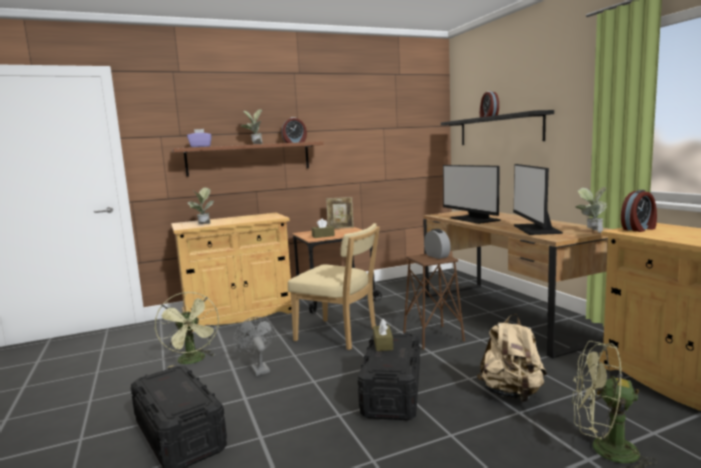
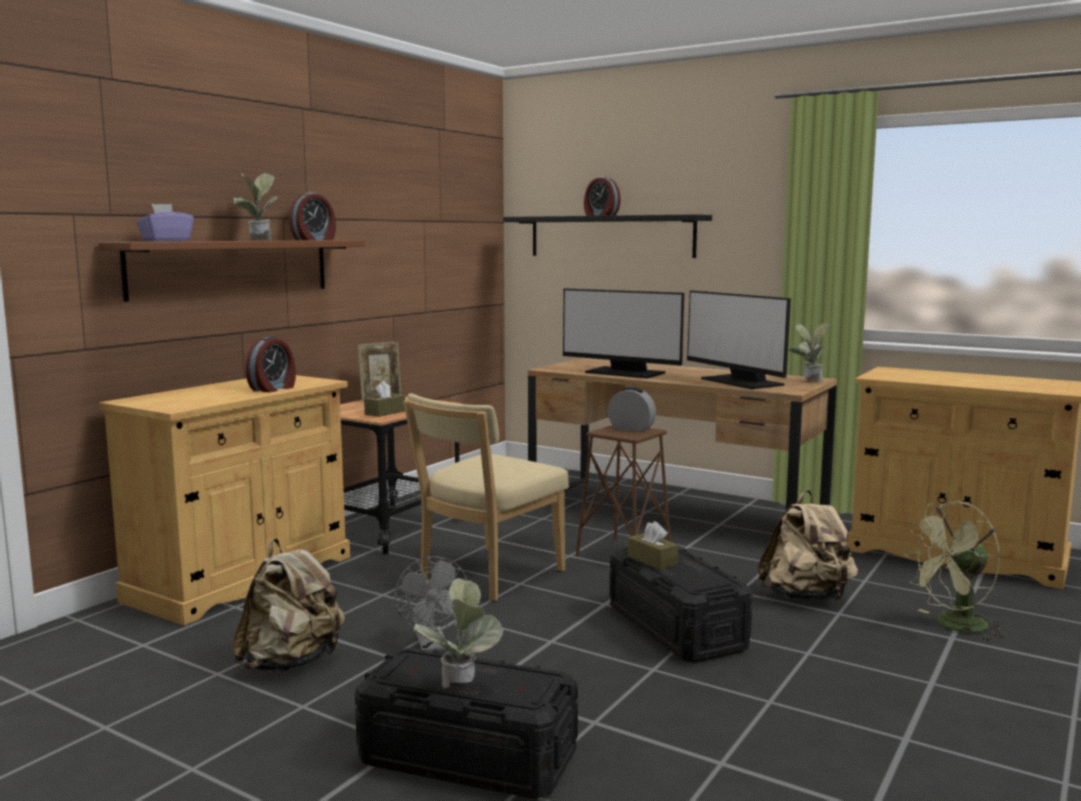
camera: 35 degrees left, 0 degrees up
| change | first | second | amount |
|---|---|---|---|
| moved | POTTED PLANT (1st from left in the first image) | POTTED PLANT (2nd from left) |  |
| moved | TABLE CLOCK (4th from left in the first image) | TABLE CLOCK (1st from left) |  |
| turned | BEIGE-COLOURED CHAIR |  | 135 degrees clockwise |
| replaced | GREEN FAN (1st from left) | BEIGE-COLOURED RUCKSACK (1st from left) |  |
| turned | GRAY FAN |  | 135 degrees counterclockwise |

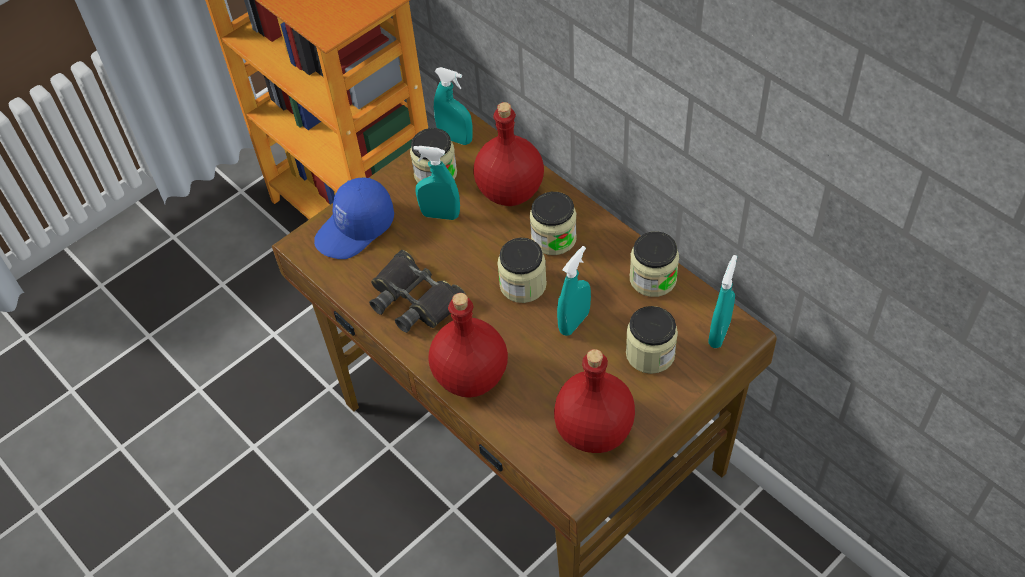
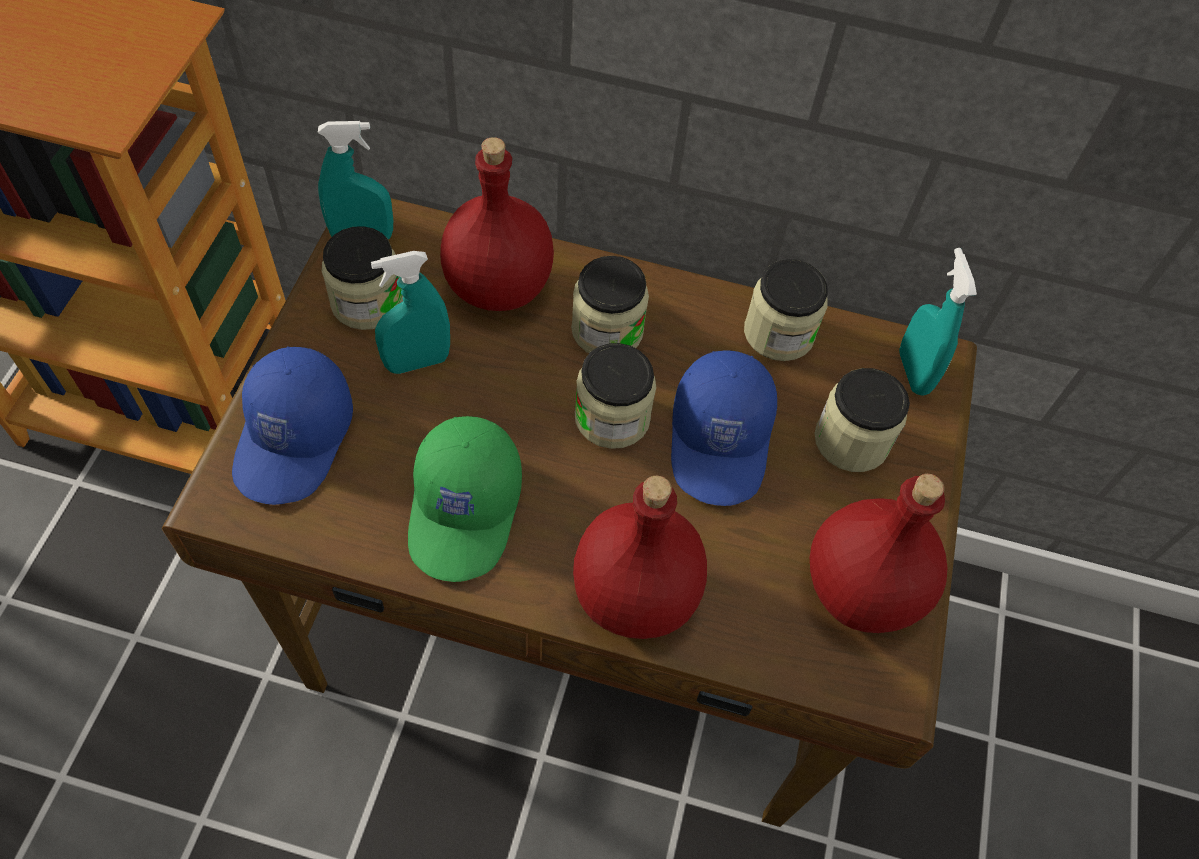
camera: 40 degrees left, 5 degrees up
| change | first | second | amount |
|---|---|---|---|
| replaced | TURQUOISE SPRAY BOTTLE (3rd from left) | BLUE-COLOURED BASEBALL CAP (2nd from left) |  |
| replaced | BLACK-COLOURED FIELD GLASSES | GREEN BASEBALL CAP |  |

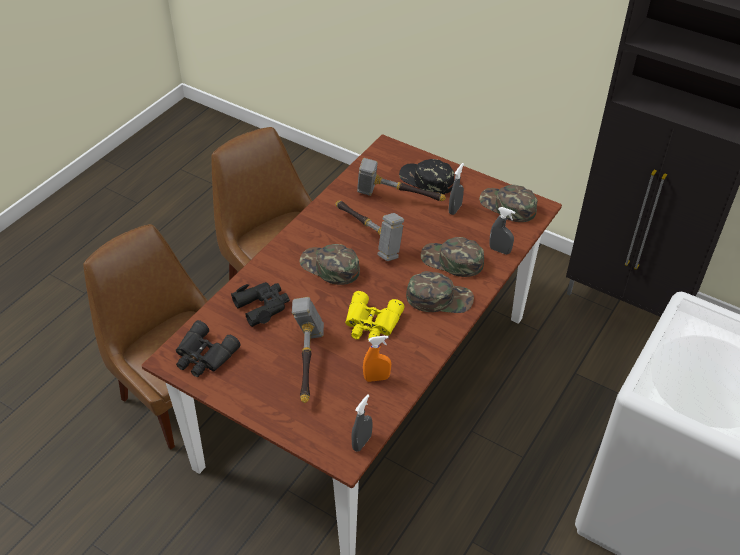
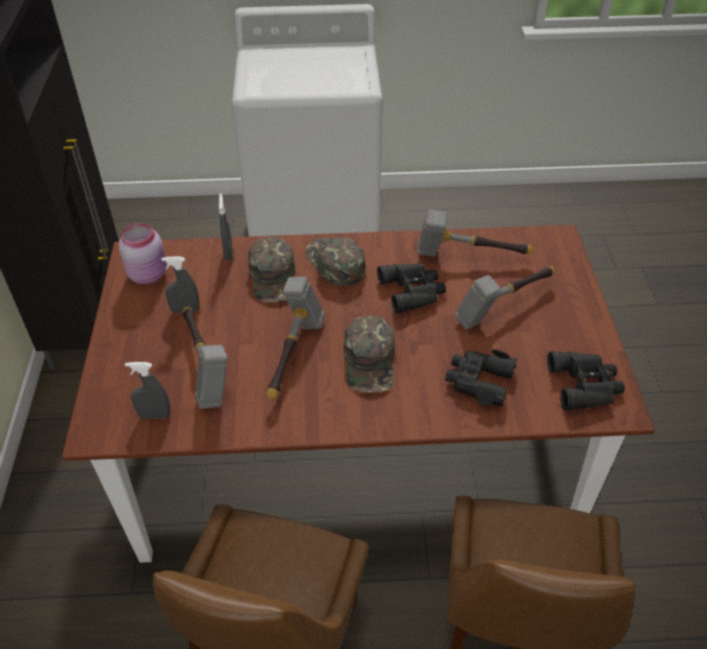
camera: 125 degrees left, 0 degrees up
| change | first | second | amount |
|---|---|---|---|
| removed | BLACK-COLOURED BASEBALL CAP |  |  |
| replaced | GREEN BASEBALL CAP (4th from left) | PINK-COLOURED STORAGE JAR |  |
| recoloured | YELLOW-COLOURED FIELD GLASSES | BLACK-COLOURED FIELD GLASSES (1st from left) |  |
| replaced | ORANGE SPRAY BOTTLE | HAND HAMMER (3rd from left) |  |
| moved | GRAY SPRAY BOTTLE (1st from left) |  |  |

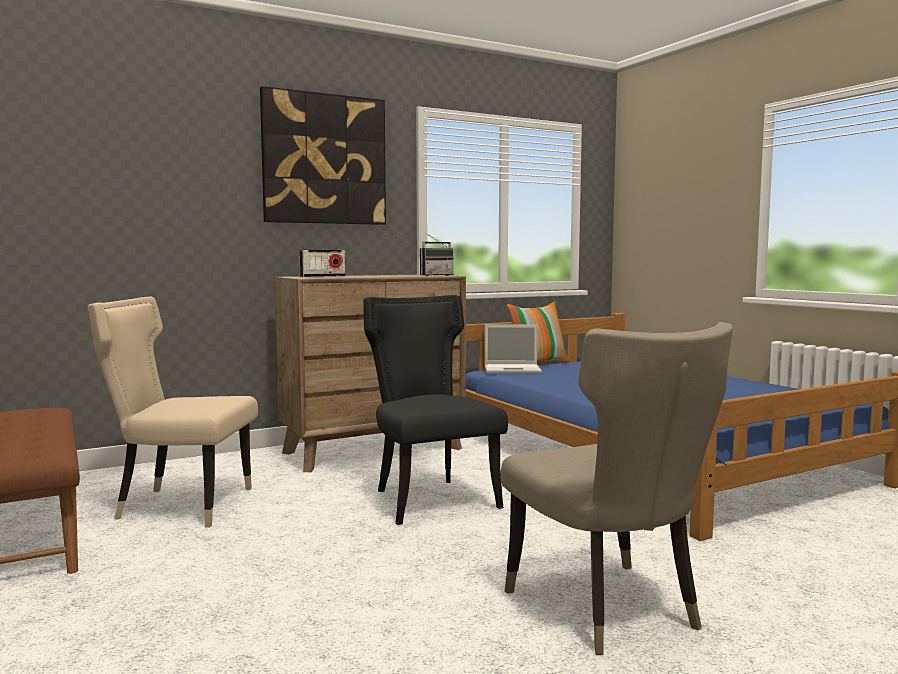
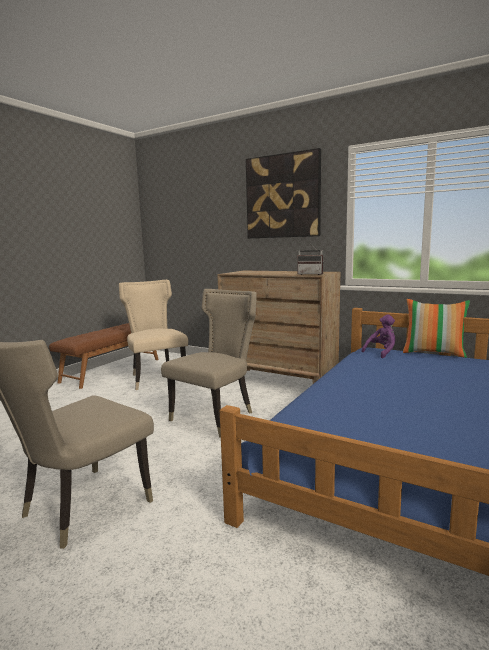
camera: 60 degrees right, 5 degrees up
| change | first | second | amount |
|---|---|---|---|
| removed | RADIO (1st from left) |  |  |
| recoloured | BLACK-COLOURED CHAIR | BEIGE-COLOURED CHAIR (3rd from left) |  |
| replaced | LAPTOP | PURPLE-COLOURED PLUSH TOY |  |

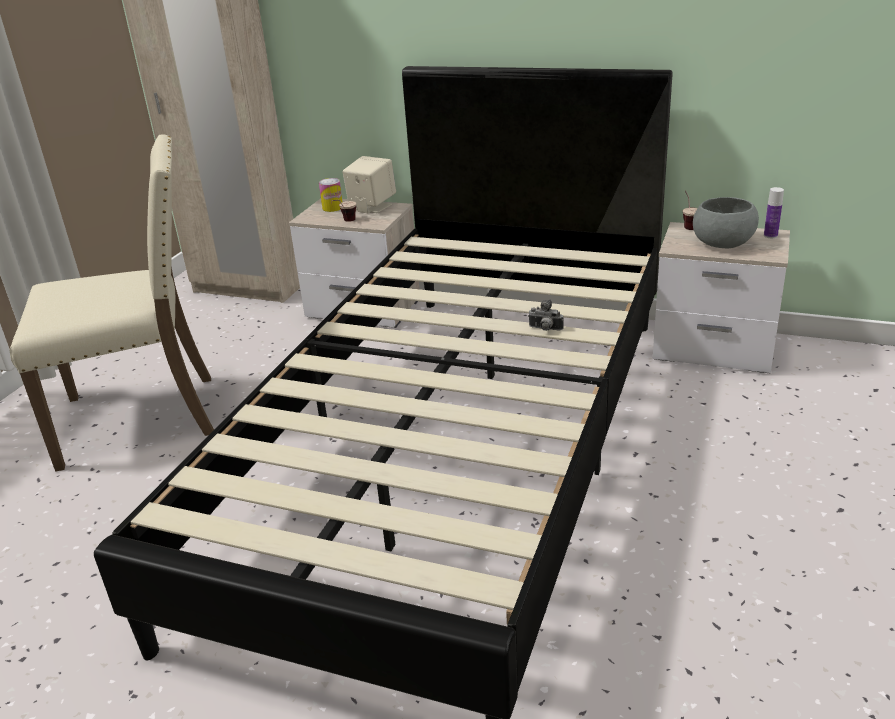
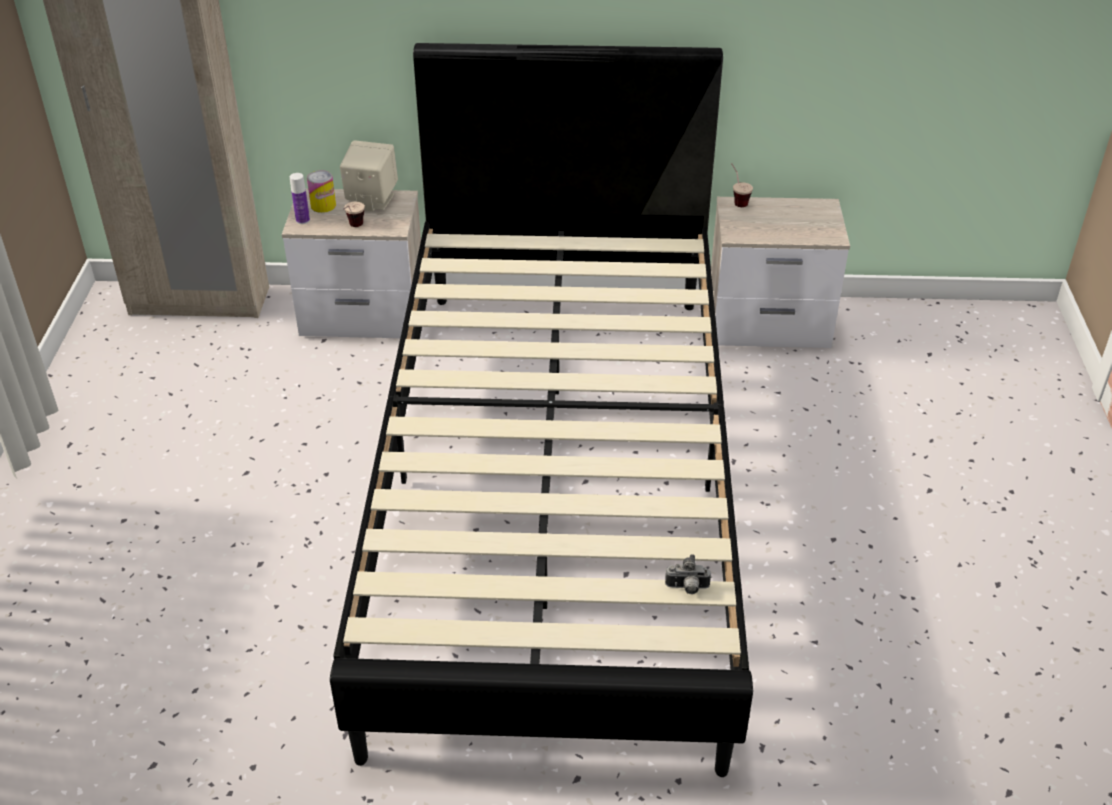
camera: 20 degrees left, 10 degrees up
| change | first | second | amount |
|---|---|---|---|
| removed | BEIGE-COLOURED CHAIR |  |  |
| moved | DRINK BOTTLE |  |  |
| removed | GRAY DEEP DISH |  |  |
| moved | PHOTO CAMERA |  |  |

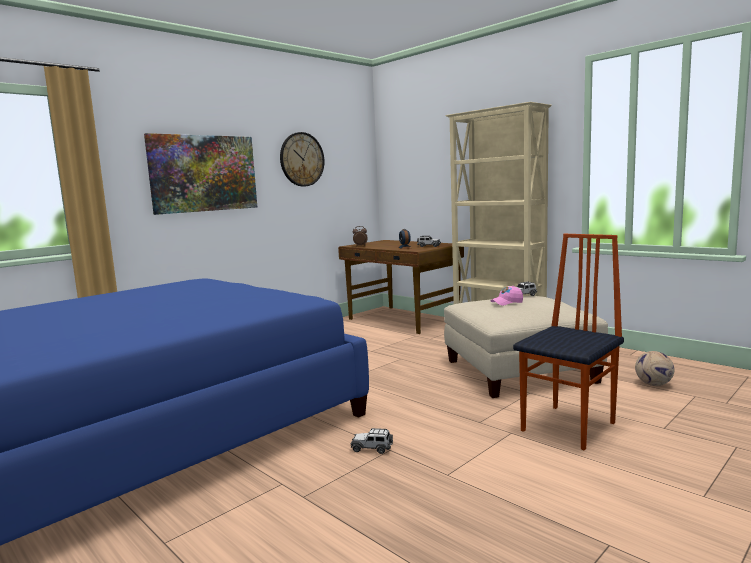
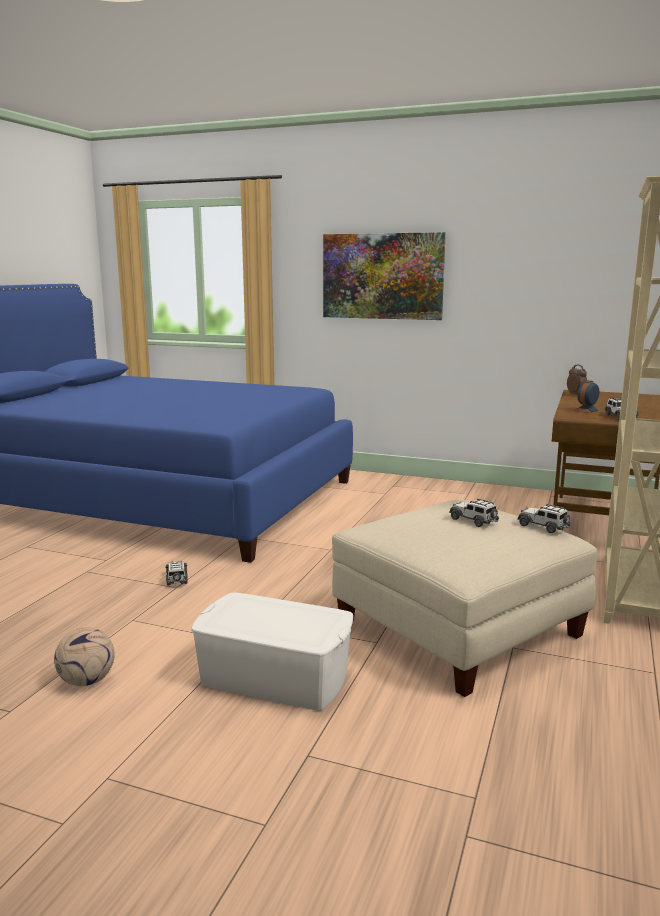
camera: 65 degrees right, 5 degrees up
| change | first | second | amount |
|---|---|---|---|
| removed | HANGING CLOCK |  |  |
| replaced | CHAIR | WHITE STORAGE BIN |  |
| replaced | PINK-COLOURED BASEBALL CAP | TOY CAR (2nd from left) |  |
| moved | BALL FOR FOOTBALL |  |  |

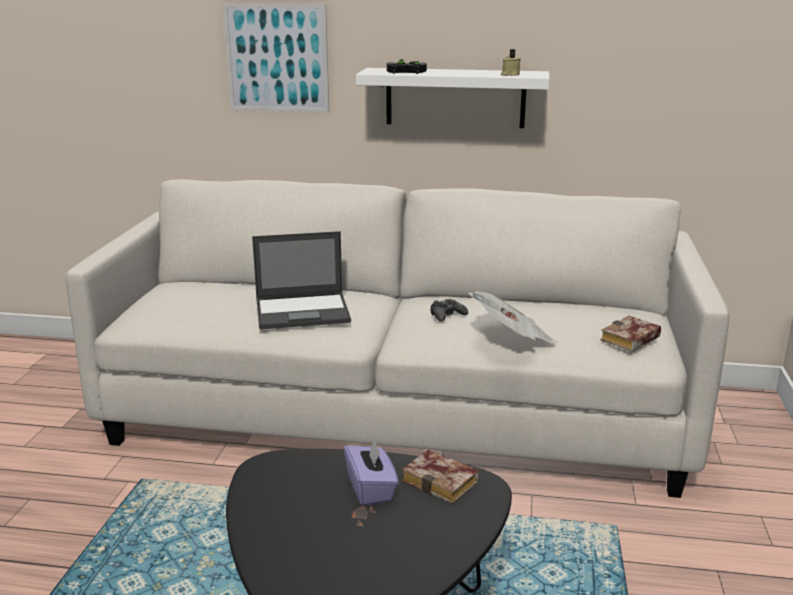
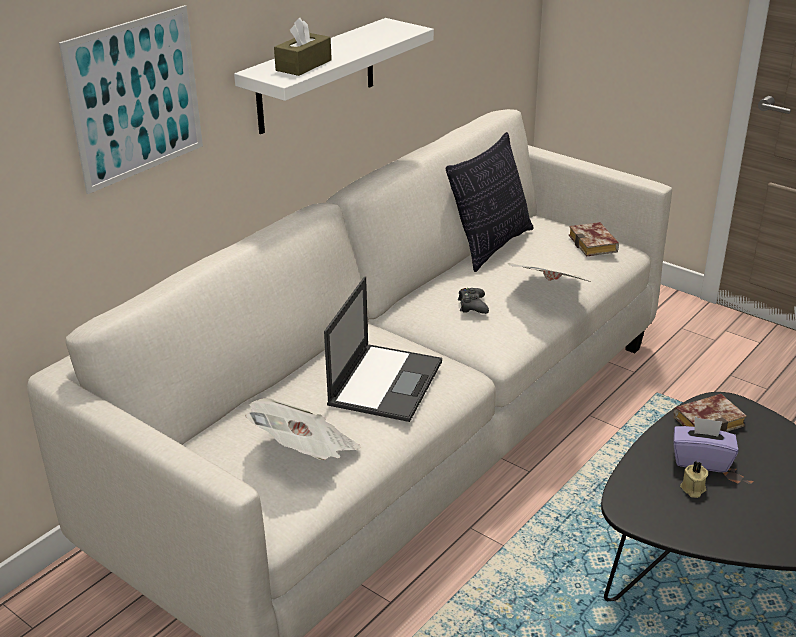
camera: 60 degrees left, 10 degrees up
| change | first | second | amount |
|---|---|---|---|
| moved | BEIGE-COLOURED WAX CANDLE |  |  |
| replaced | BLACK-COLOURED JOYPAD (1st from left) | BROWN-COLOURED TISSUE HOLDER |  |
| added |  | THROW PILLOW |  |
| added |  | DAILY PAPER (1st from left) |  |

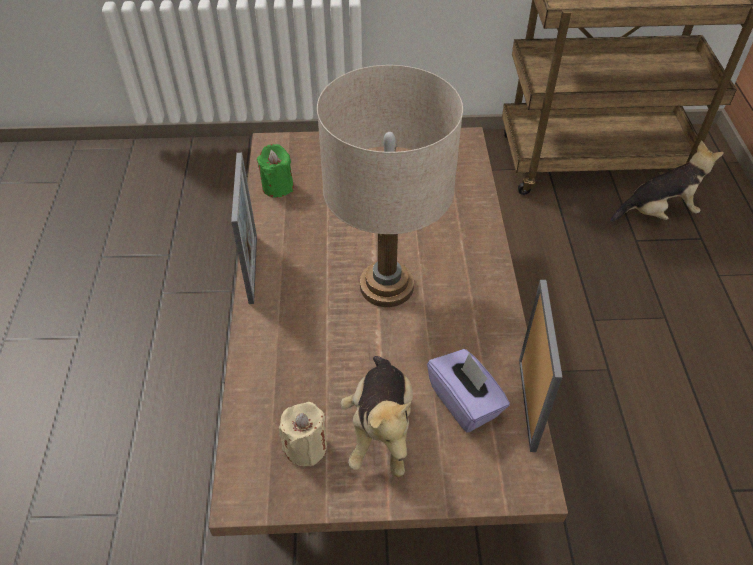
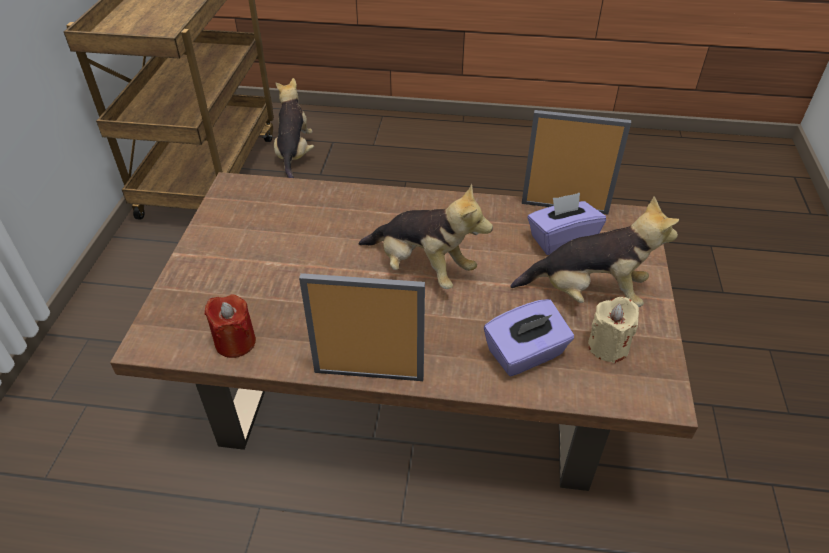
camera: 80 degrees left, 5 degrees down
| change | first | second | amount |
|---|---|---|---|
| replaced | BEIGE-COLOURED TABLETOP LAMP | PLUSH TOY (2nd from left) |  |
| recoloured | GREEN WAX CANDLE | RED WAX CANDLE |  |
| added |  | PURPLE-COLOURED TISSUE HOLDER (1st from left) |  |

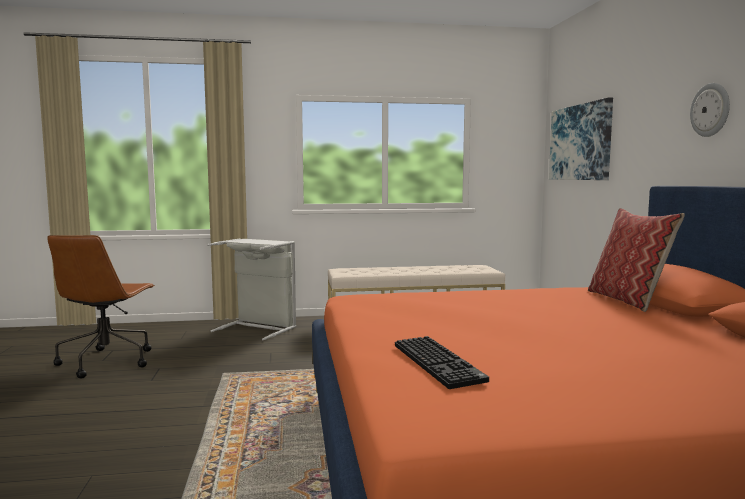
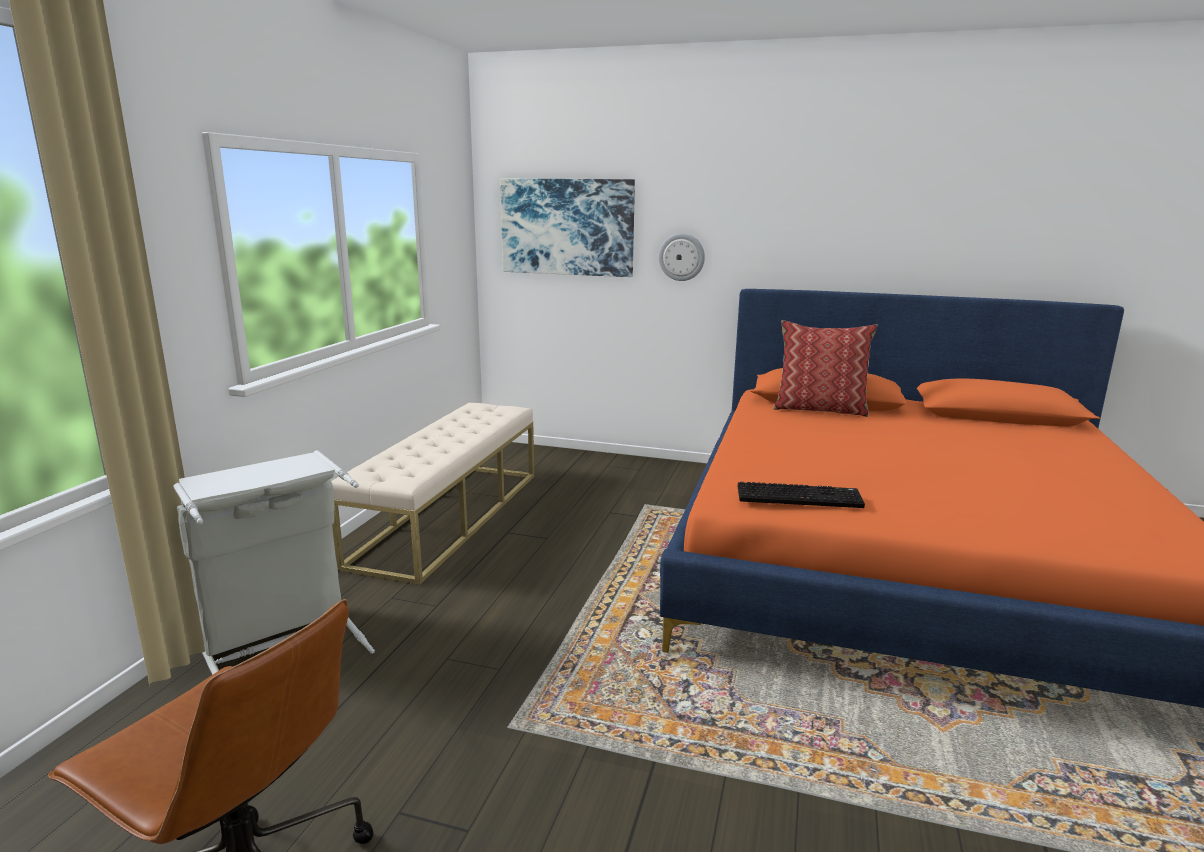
camera: 65 degrees left, 10 degrees up
| change | first | second | amount |
|---|---|---|---|
| moved | HANGING CLOCK |  |  |
| moved | KEYBOARD |  |  |

